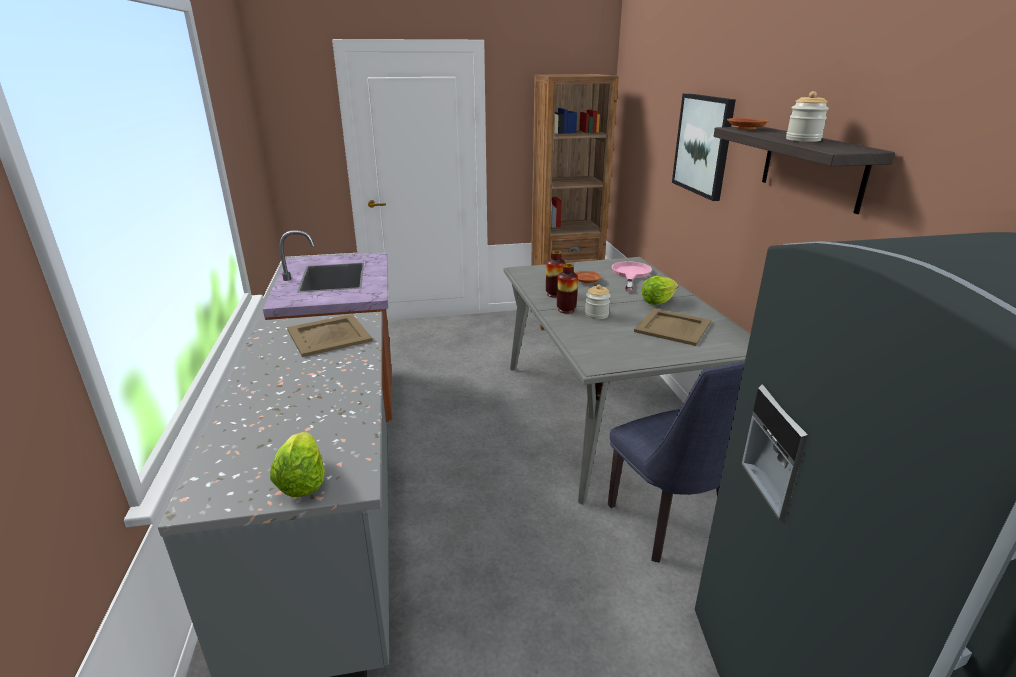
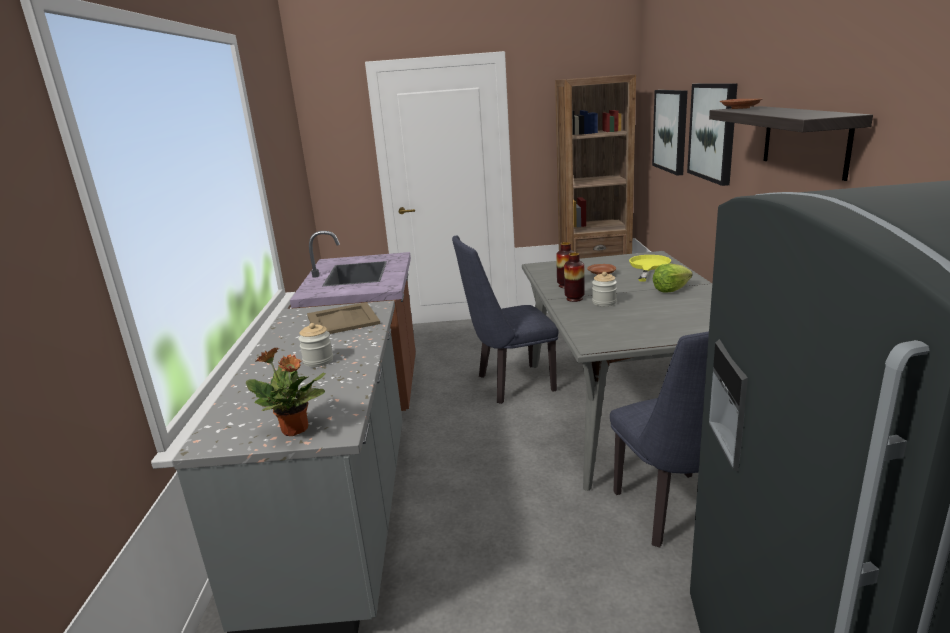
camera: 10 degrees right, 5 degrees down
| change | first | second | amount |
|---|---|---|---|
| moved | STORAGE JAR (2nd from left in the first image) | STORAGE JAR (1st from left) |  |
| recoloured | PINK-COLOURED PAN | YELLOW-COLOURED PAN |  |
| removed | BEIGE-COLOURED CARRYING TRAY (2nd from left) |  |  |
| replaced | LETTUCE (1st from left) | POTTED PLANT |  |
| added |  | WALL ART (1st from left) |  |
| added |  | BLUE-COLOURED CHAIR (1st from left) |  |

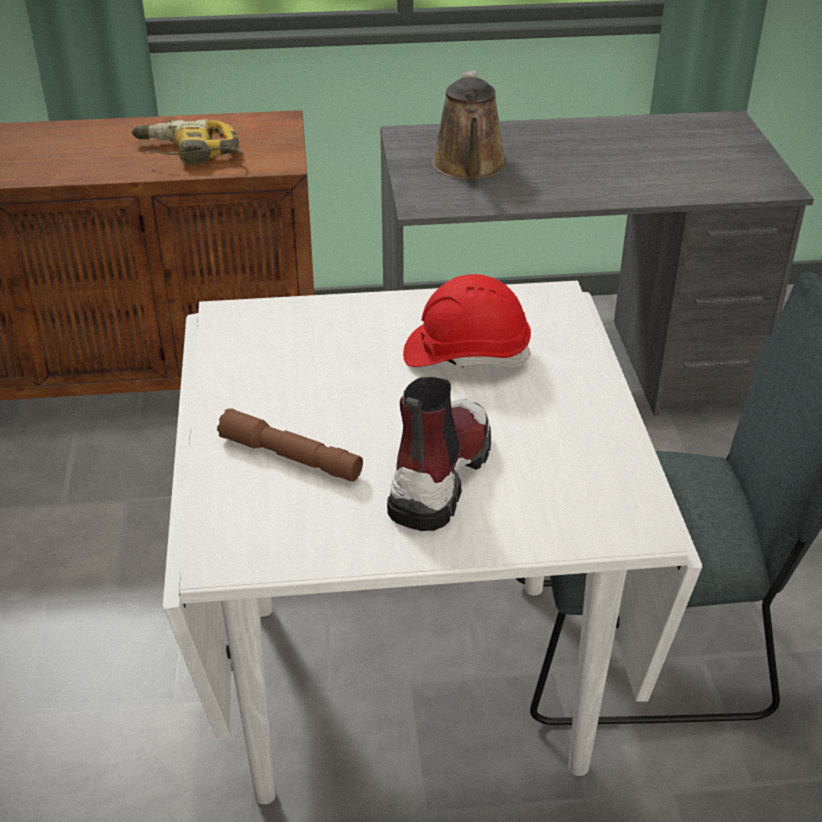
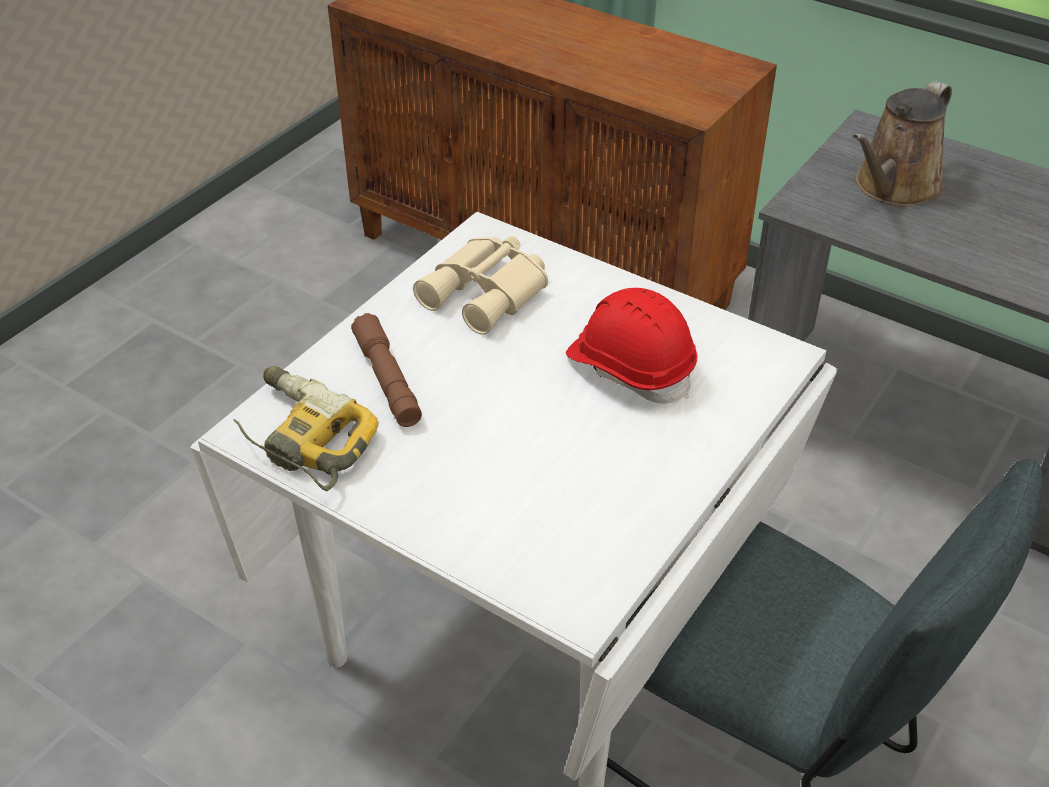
camera: 40 degrees right, 5 degrees up
| change | first | second | amount |
|---|---|---|---|
| moved | ELECTRIC DRILL |  |  |
| removed | TALL BOOT |  |  |
| added |  | BEIGE-COLOURED FIELD GLASSES |  |

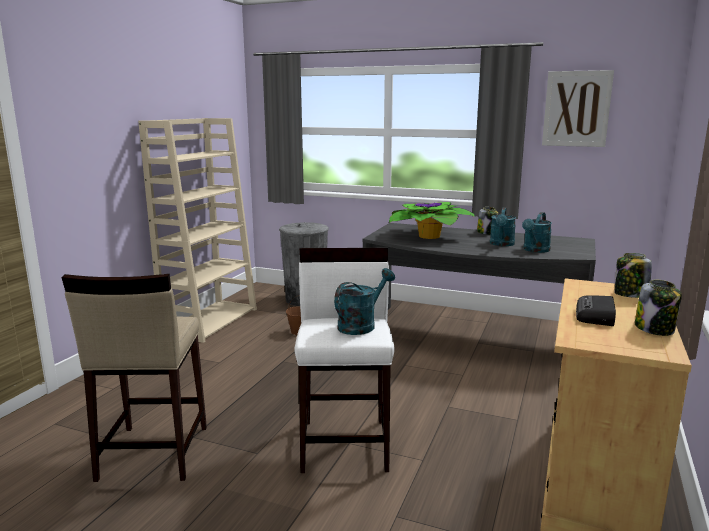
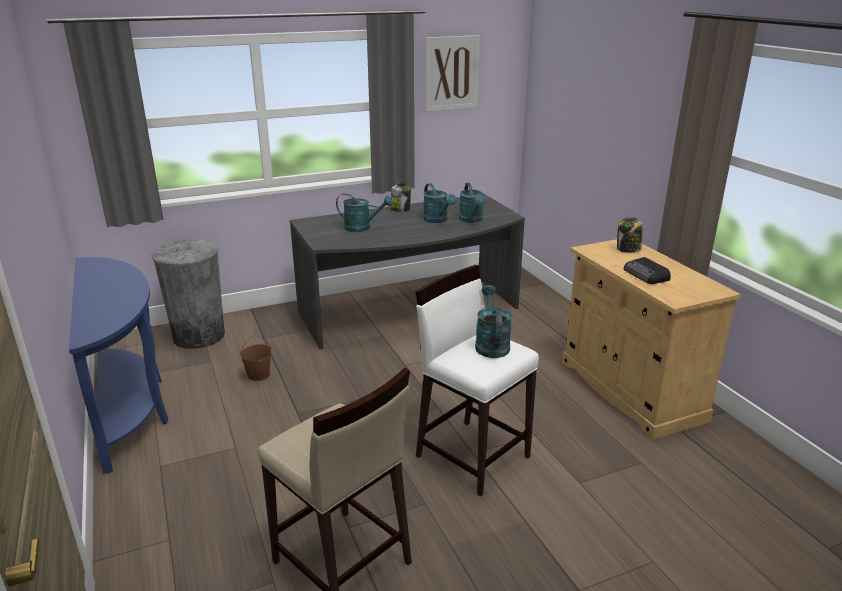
camera: 45 degrees left, 10 degrees up
| change | first | second | amount |
|---|---|---|---|
| replaced | BEIGE-COLOURED BOOKSHELF | BLUE-COLOURED NARROW TABLE |  |
| replaced | POTTED PLANT | TURQUOISE WATERING POT (1st from left) |  |
| removed | STORAGE JAR (3rd from left) |  |  |

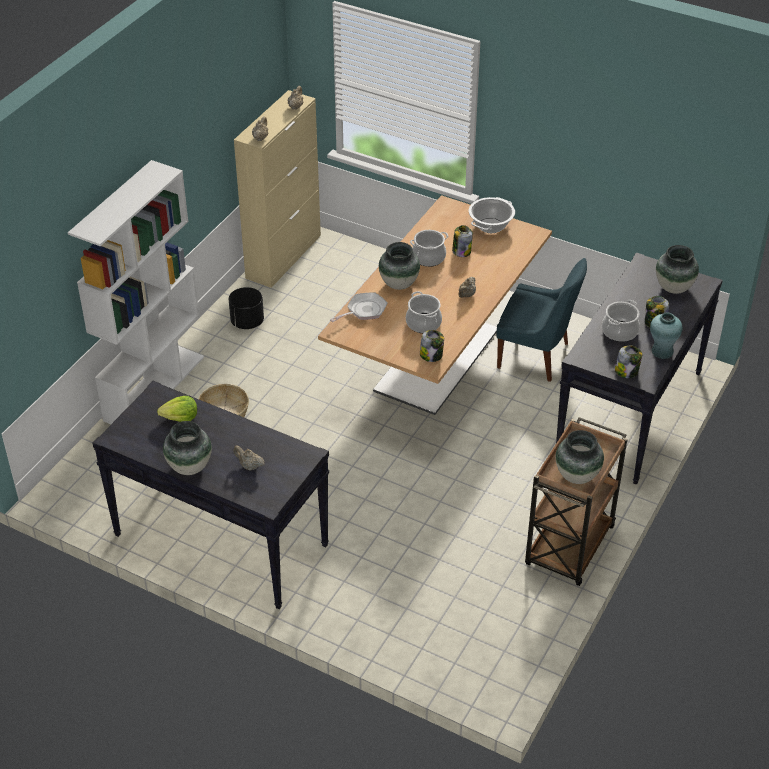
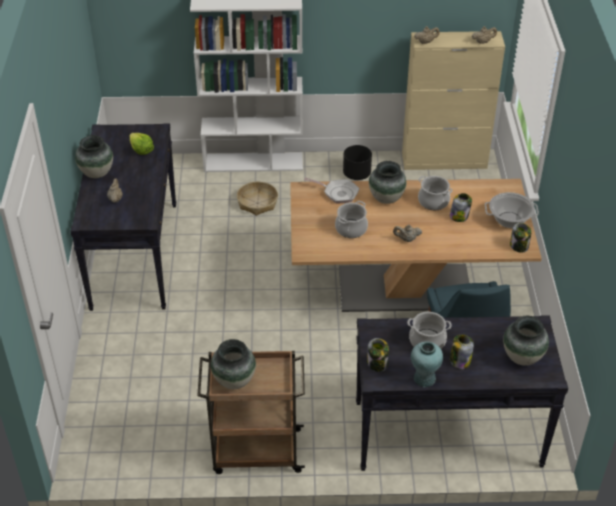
camera: 60 degrees right, 0 degrees up
| change | first | second | amount |
|---|---|---|---|
| moved | STORAGE JAR (1st from left in the first image) | STORAGE JAR (4th from left) |  |

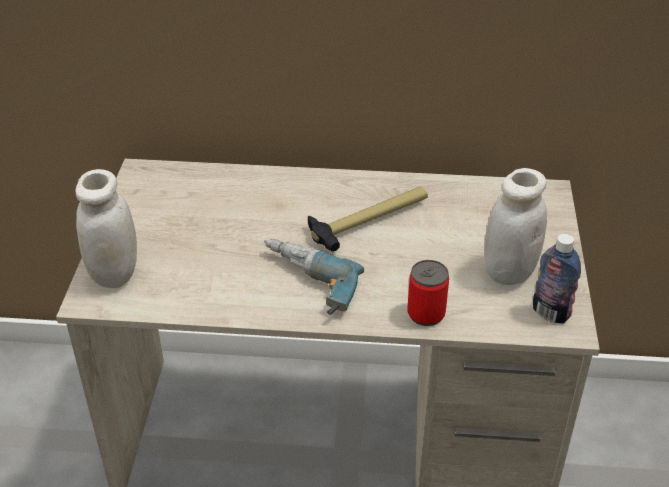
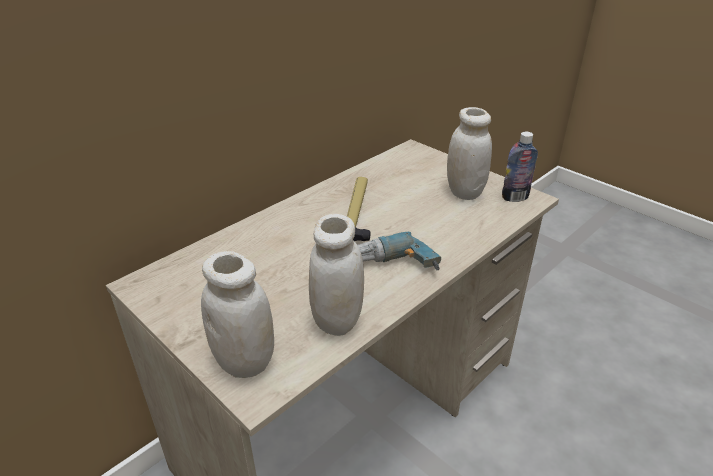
camera: 50 degrees left, 5 degrees down
| change | first | second | amount |
|---|---|---|---|
| removed | CAN |  |  |
| added |  | WHITE STORAGE JAR (2nd from left) |  |

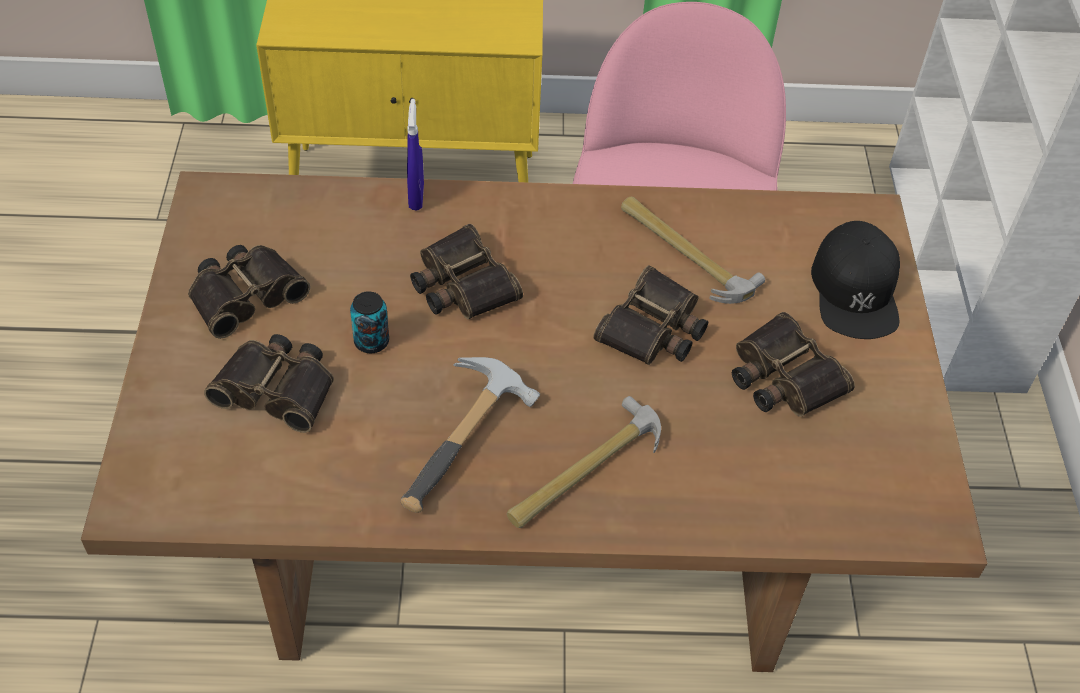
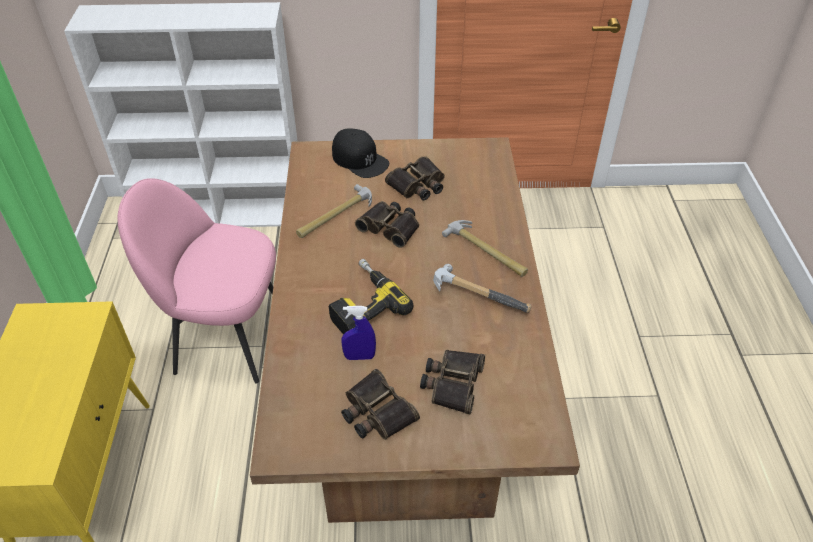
camera: 90 degrees left, 5 degrees down
| change | first | second | amount |
|---|---|---|---|
| moved | BLUE-COLOURED SPRAY BOTTLE |  |  |
| turned | BLACK-COLOURED BASEBALL CAP |  | 45 degrees clockwise |
| replaced | FIELD GLASSES (3rd from left) | ELECTRIC DRILL |  |
| removed | CAN |  |  |

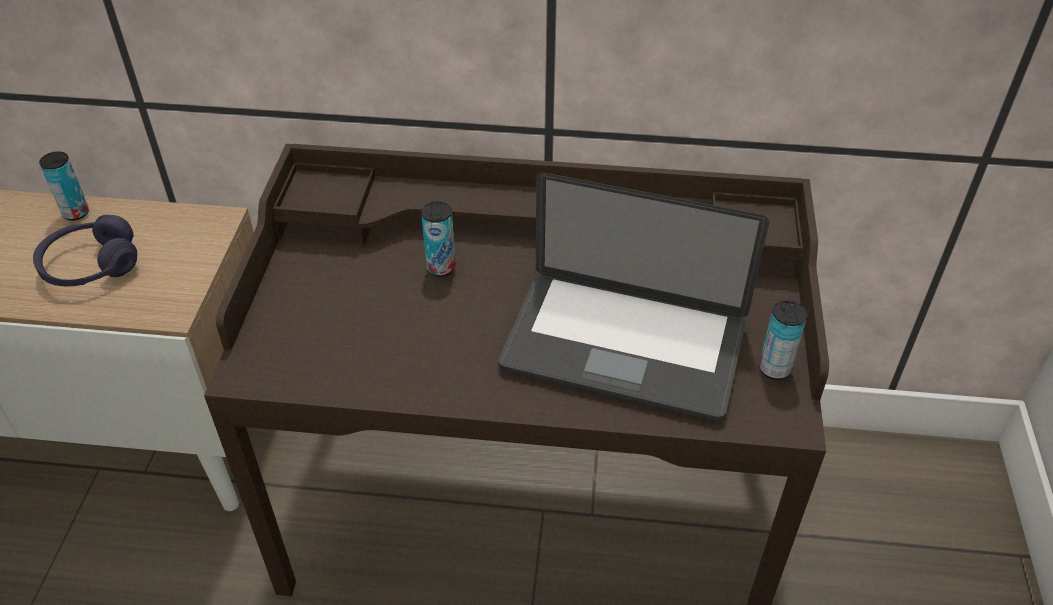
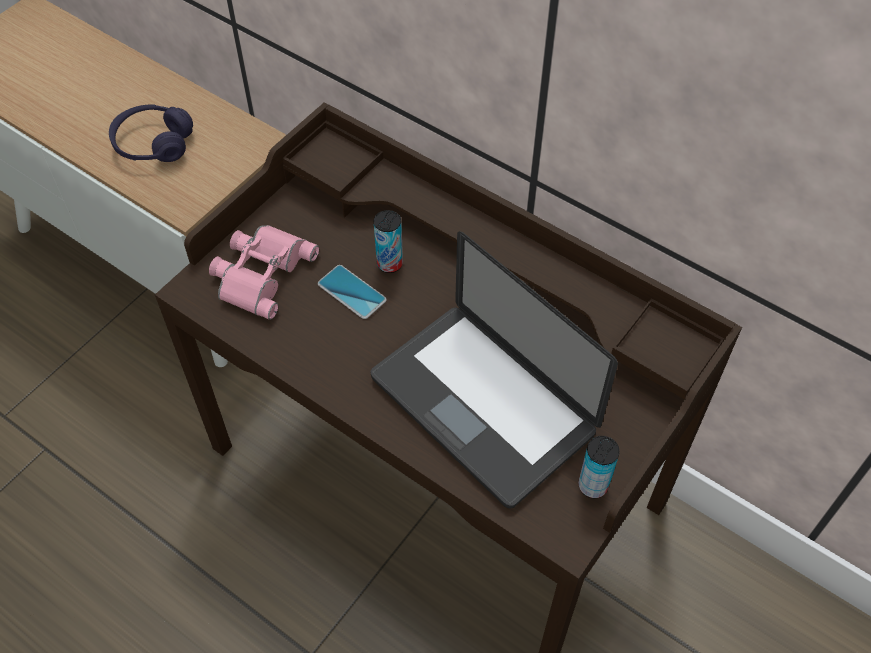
camera: 30 degrees right, 10 degrees up
| change | first | second | amount |
|---|---|---|---|
| removed | CAN (1st from left) |  |  |
| added |  | PINK-COLOURED FIELD GLASSES |  |
| added |  | HANDSET |  |

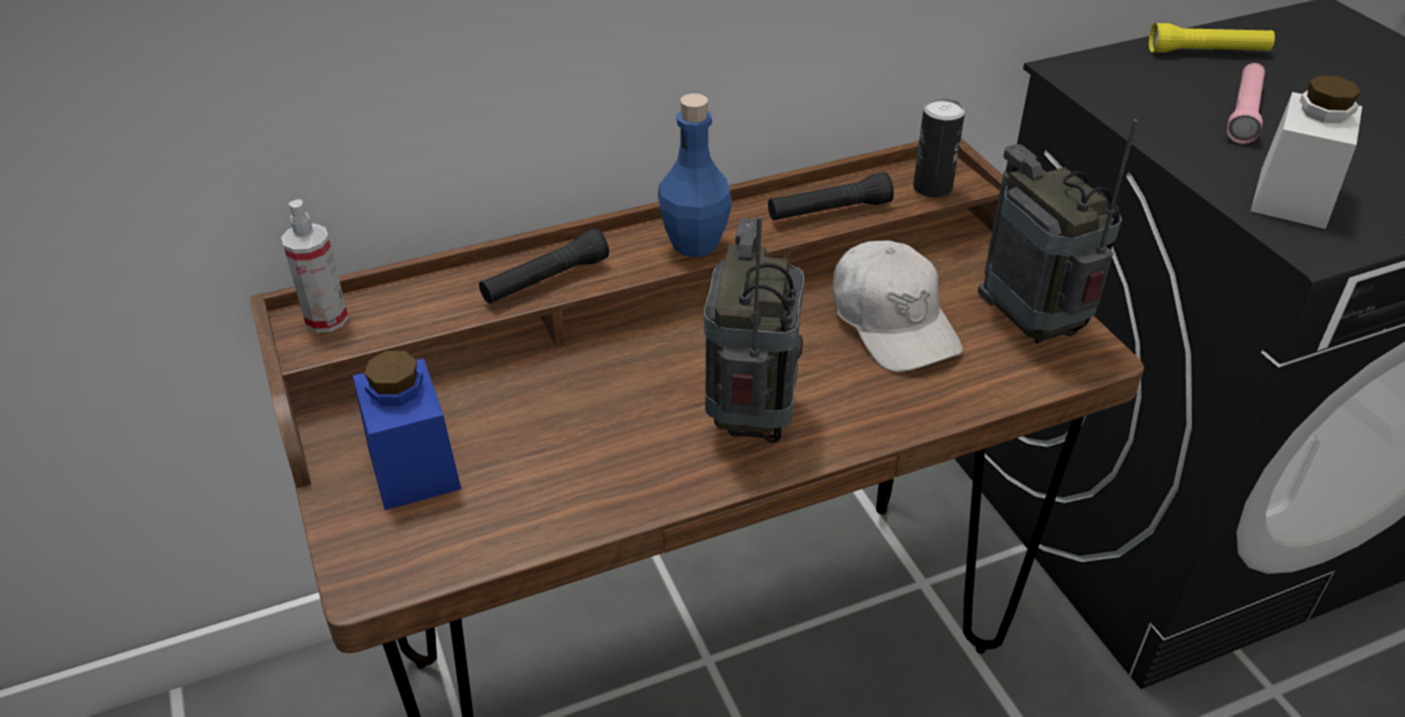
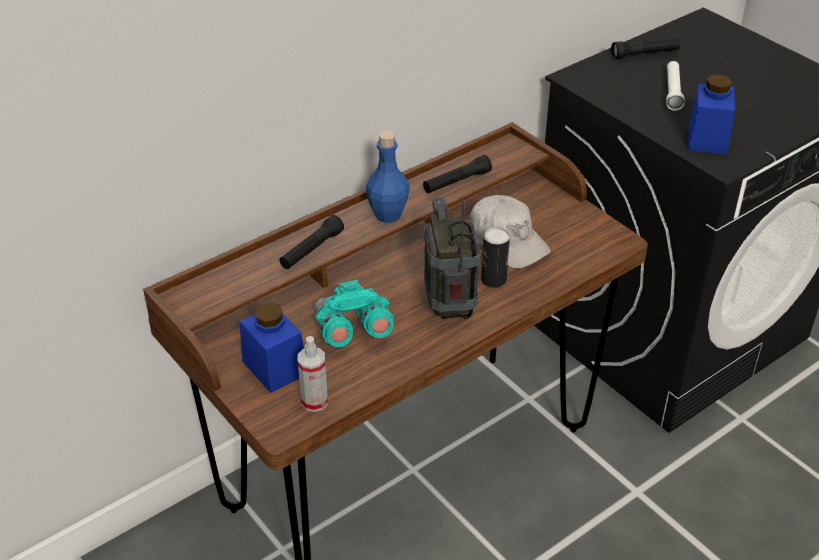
camera: 15 degrees left, 0 degrees up
| change | first | second | amount |
|---|---|---|---|
| recoloured | YELLOW-COLOURED TORCH | BLACK-COLOURED TORCH (3rd from left) |  |
| recoloured | PINK-COLOURED TORCH | WHITE TORCH |  |
| recoloured | WHITE STORAGE JAR | BLUE-COLOURED STORAGE JAR (2nd from left) |  |
| moved | CAN |  |  |
| removed | RADIO (2nd from left) |  |  |
| moved | SPRAY BOTTLE |  |  |
| added |  | TURQUOISE FIELD GLASSES |  |

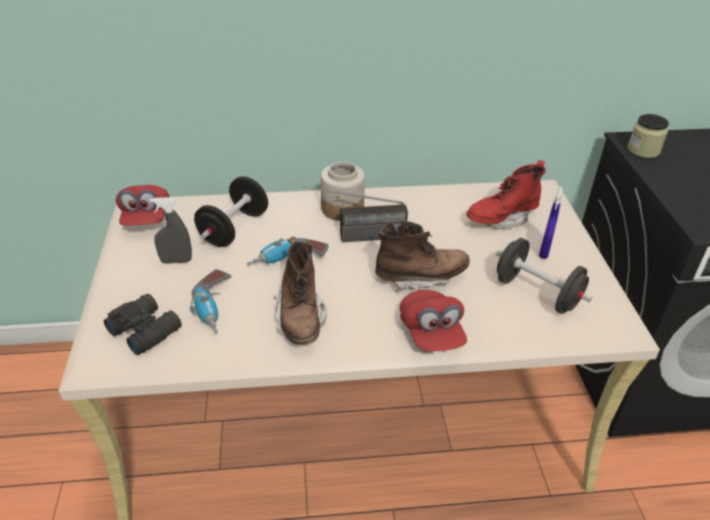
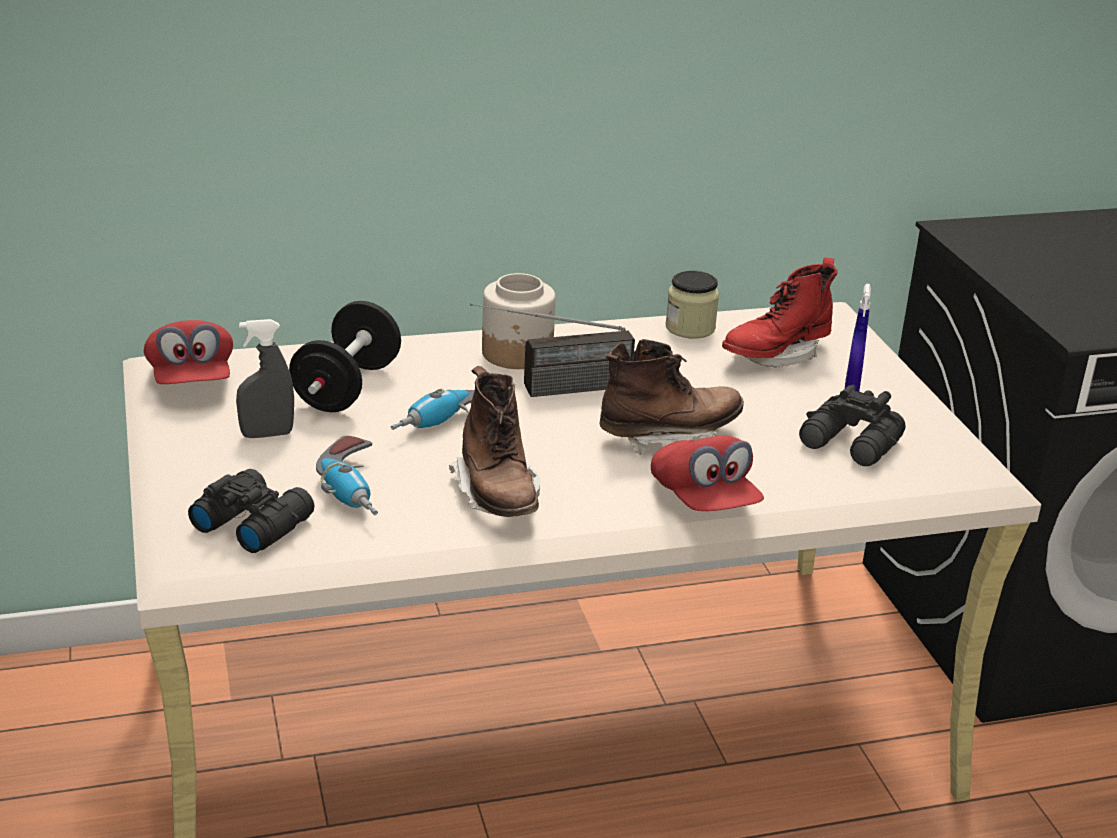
camera: 10 degrees left, 10 degrees down
| change | first | second | amount |
|---|---|---|---|
| moved | STORAGE JAR (2nd from left) |  |  |
| replaced | BLACK-COLOURED DUMBBELL (2nd from left) | BLACK-COLOURED FIELD GLASSES (2nd from left) |  |

